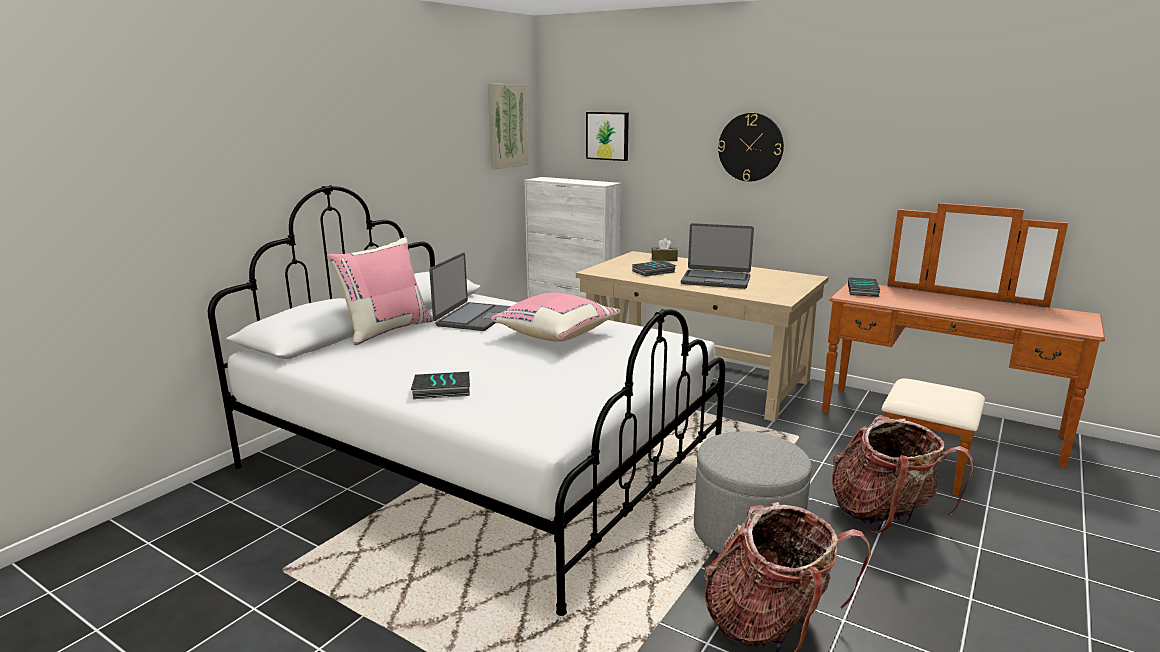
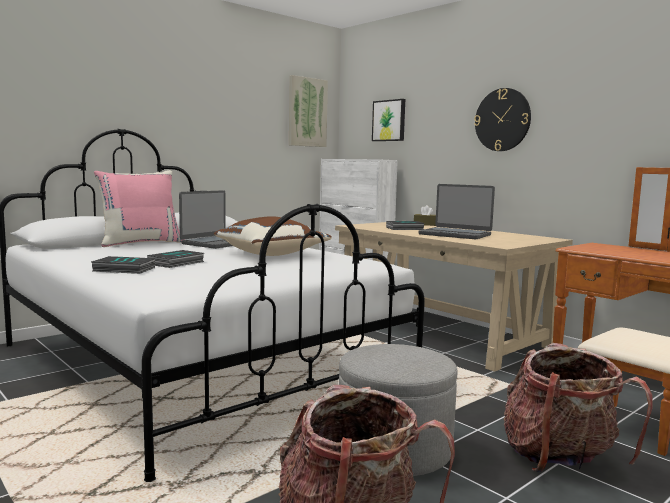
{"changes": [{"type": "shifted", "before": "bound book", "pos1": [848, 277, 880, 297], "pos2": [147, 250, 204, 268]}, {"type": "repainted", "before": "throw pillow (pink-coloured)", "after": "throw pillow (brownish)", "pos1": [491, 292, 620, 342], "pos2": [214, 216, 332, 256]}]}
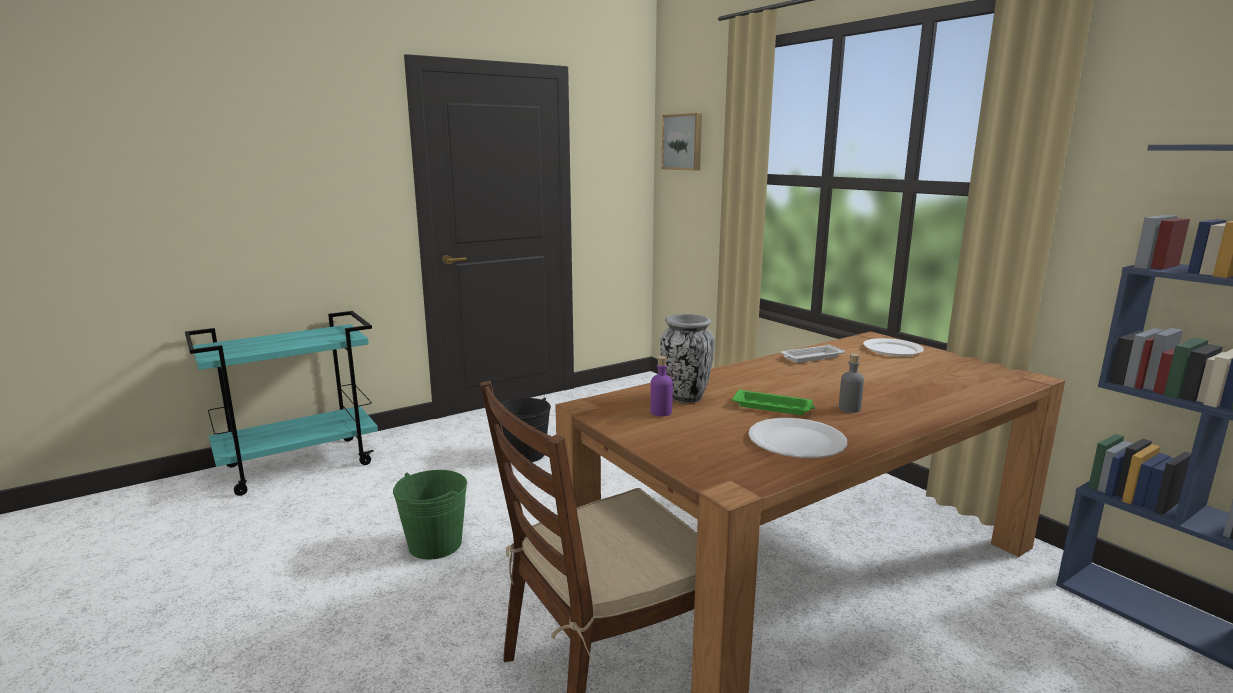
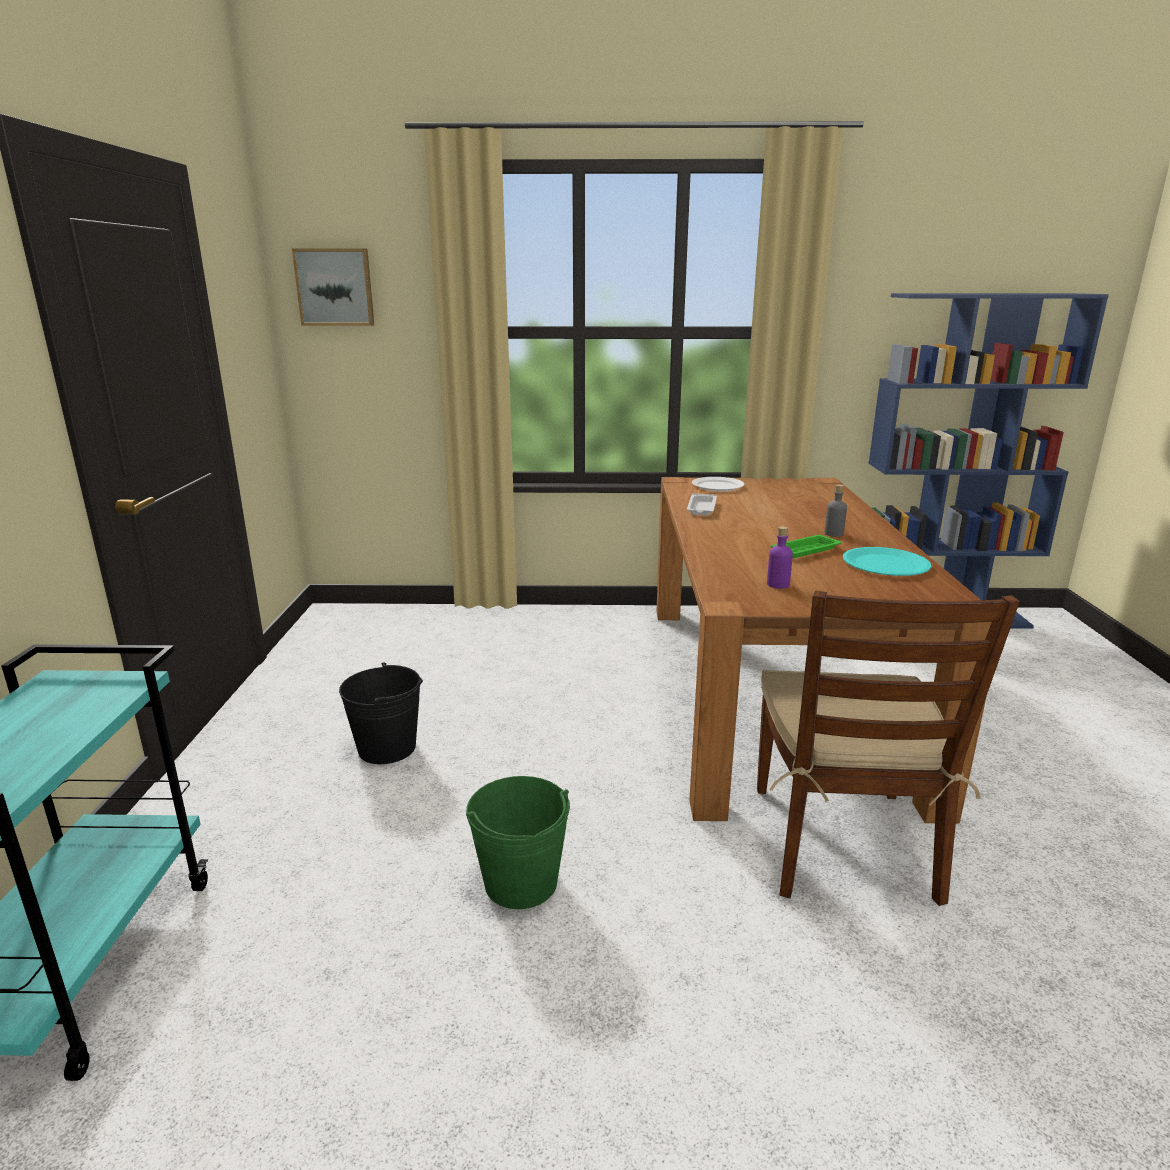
{"changes": [{"type": "gone", "before": "decorative vase", "pos1": [660, 314, 715, 403]}, {"type": "repainted", "before": "dinner plate (white)", "after": "dinner plate (blue-green)", "pos1": [748, 418, 847, 458], "pos2": [843, 547, 932, 576]}]}
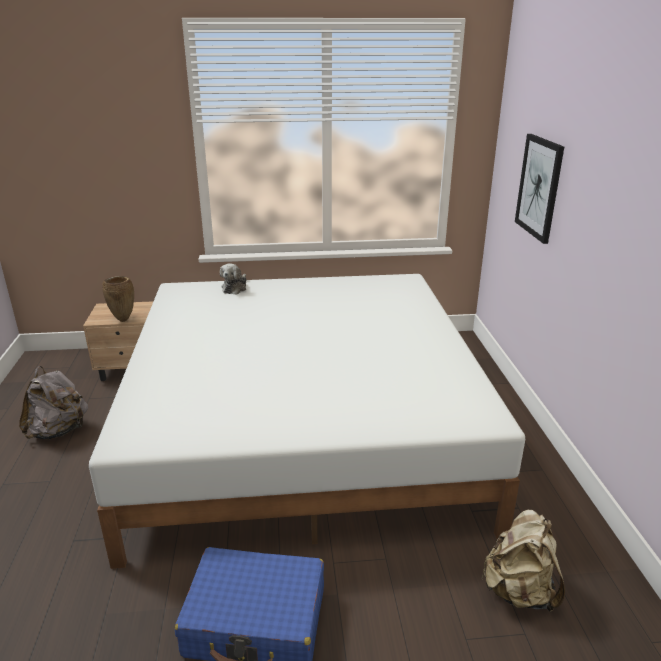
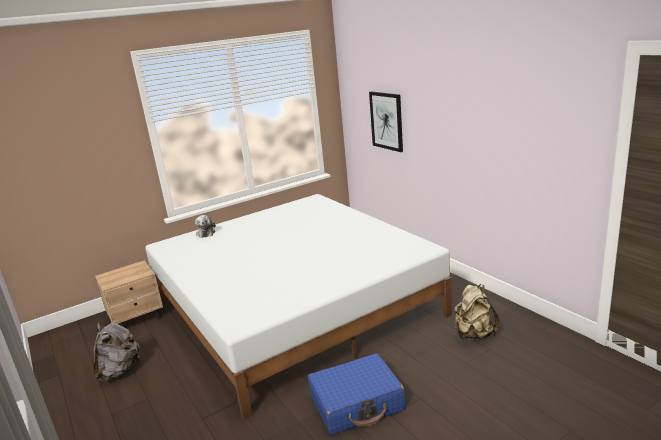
{"changes": [{"type": "gone", "before": "decorative vase (brownish)", "pos1": [102, 276, 134, 322]}]}
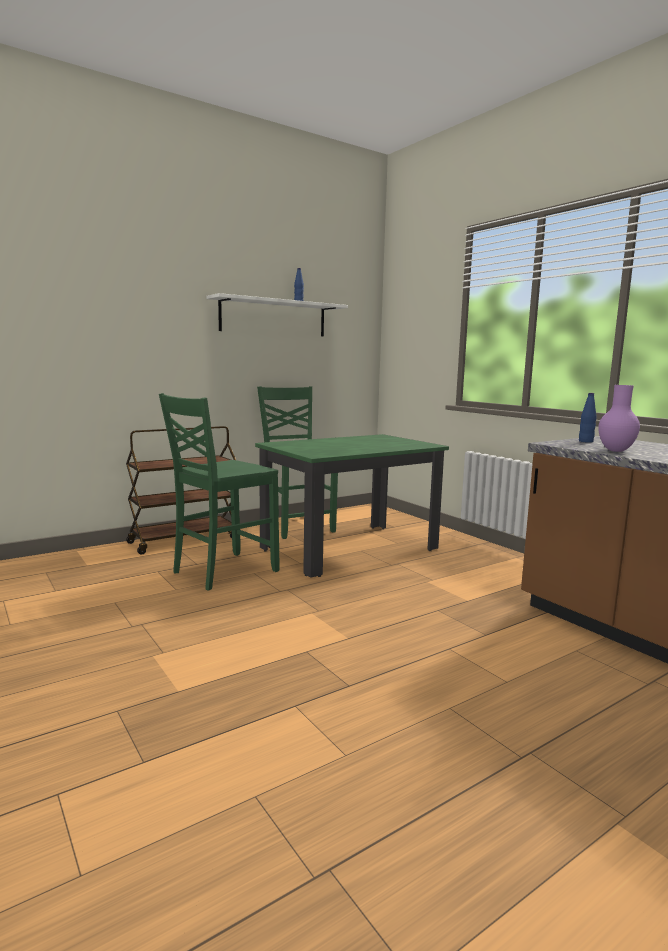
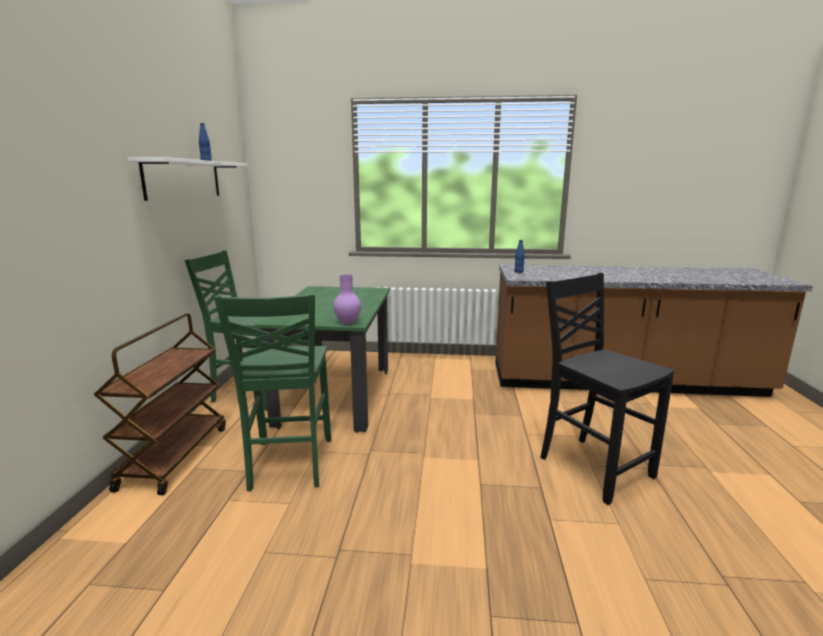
{"changes": [{"type": "shifted", "before": "decorative vase (purplish)", "pos1": [598, 385, 640, 452], "pos2": [333, 275, 361, 324]}, {"type": "new", "after": "upright chair (black)", "pos2": [540, 273, 674, 505]}]}
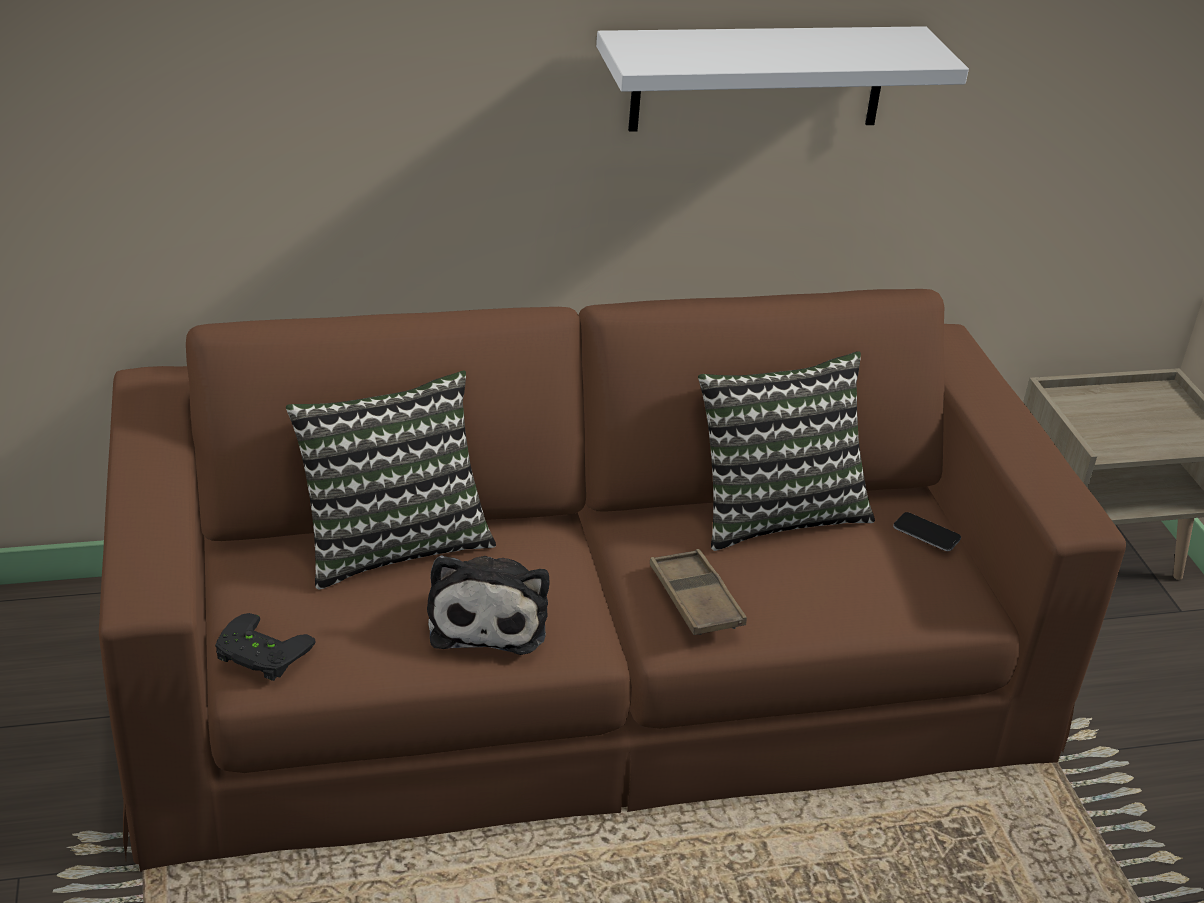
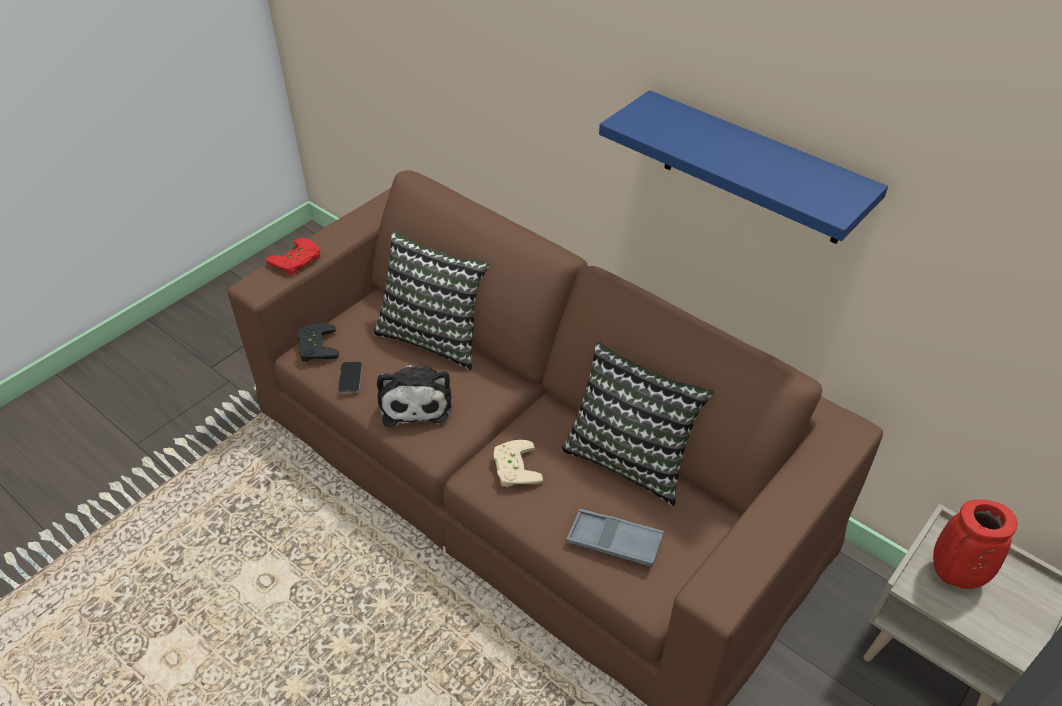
{"changes": [{"type": "repainted", "before": "wall shelf (white)", "after": "wall shelf (bluish)", "pos1": [596, 26, 969, 132], "pos2": [599, 90, 888, 244]}, {"type": "shifted", "before": "phone", "pos1": [893, 512, 961, 551], "pos2": [338, 362, 362, 393]}, {"type": "swapped", "before": "carrying tray (brownish)", "after": "gamepad (beige-coloured)", "pos1": [650, 549, 747, 635], "pos2": [494, 440, 543, 487]}, {"type": "rotated", "before": "cuddly toy", "pos1": [427, 555, 549, 655], "pos2": [377, 365, 452, 427], "turn": -60}, {"type": "new", "after": "gamepad (reddish)", "pos2": [266, 238, 320, 275]}, {"type": "new", "after": "decorative vase (reddish)", "pos2": [933, 500, 1017, 589]}, {"type": "new", "after": "carrying tray (grey)", "pos2": [566, 509, 664, 567]}]}
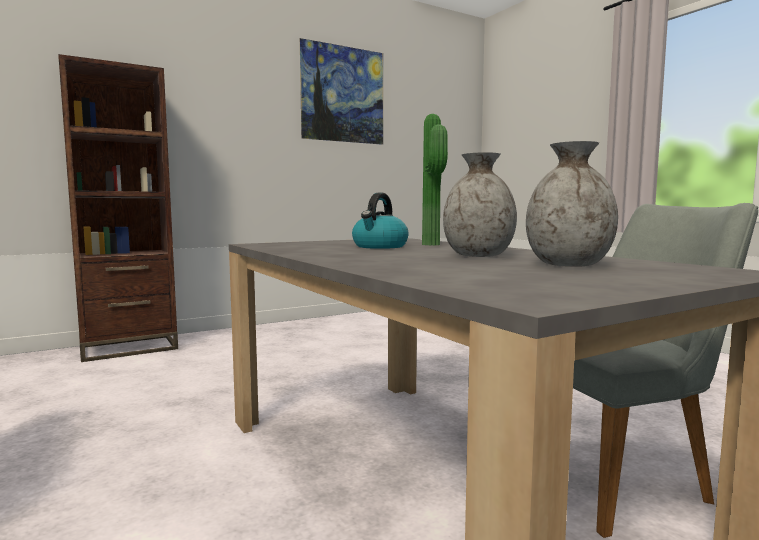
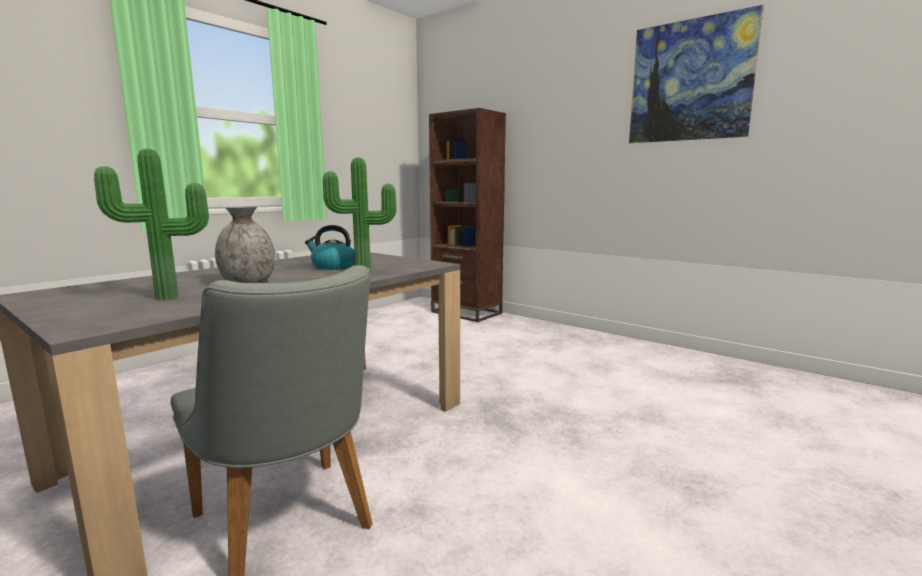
{"changes": [{"type": "swapped", "before": "decorative vase (grey)", "after": "potted plant", "pos1": [526, 141, 618, 267], "pos2": [94, 148, 209, 300]}]}
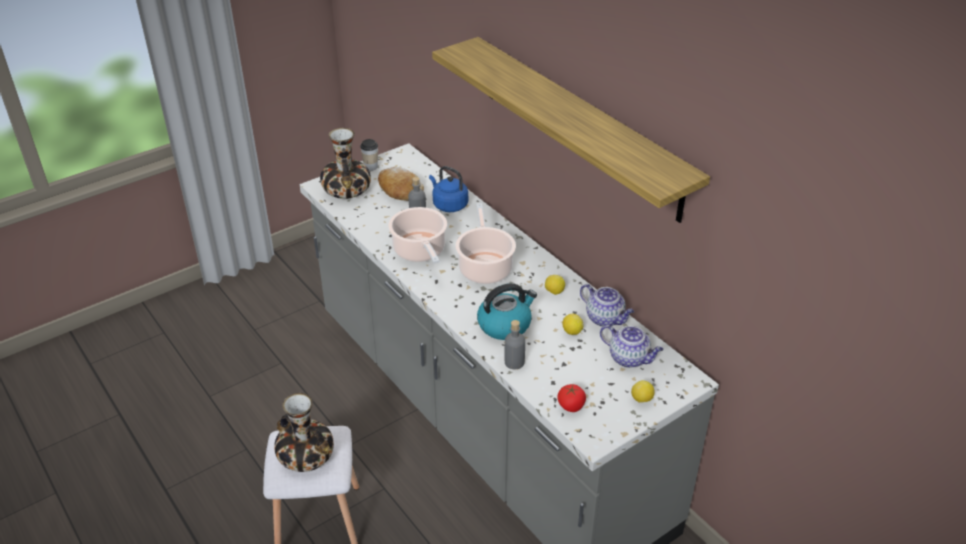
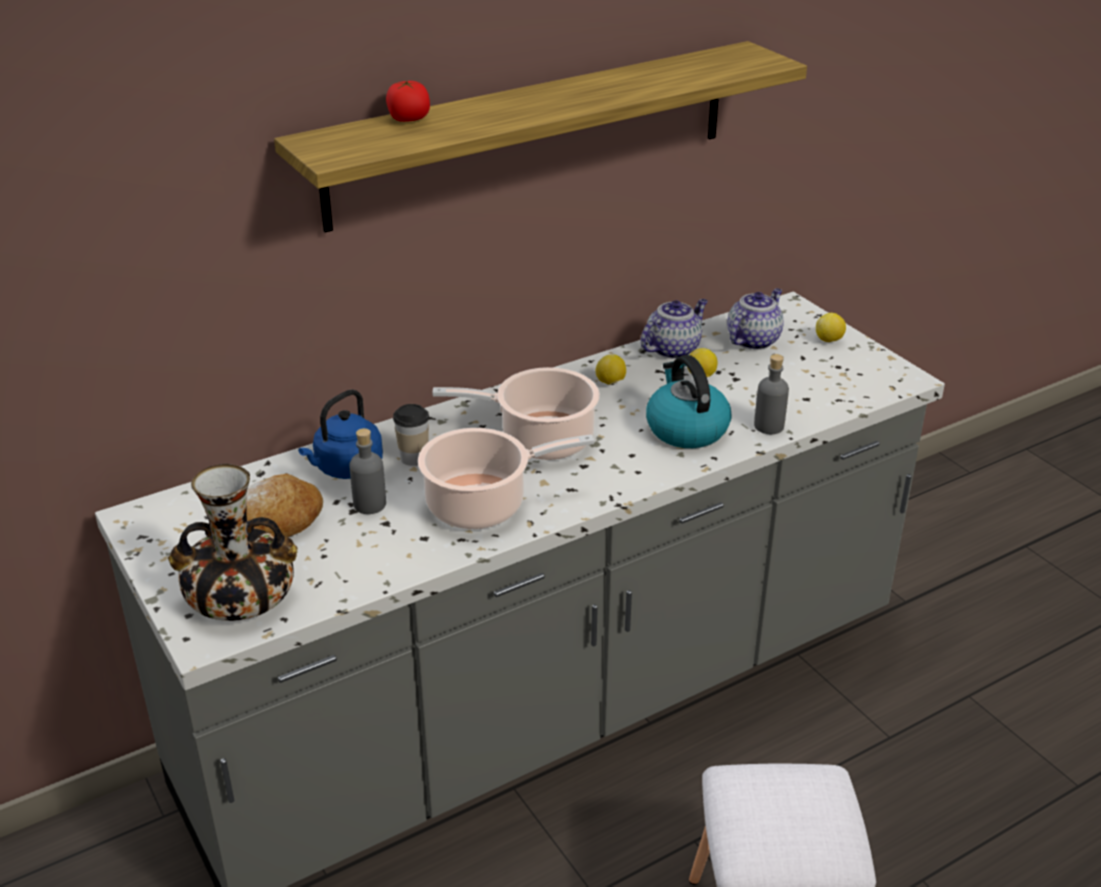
{"changes": [{"type": "shifted", "before": "small cup", "pos1": [360, 139, 378, 171], "pos2": [393, 404, 429, 466]}, {"type": "shifted", "before": "tomato", "pos1": [557, 384, 586, 412], "pos2": [386, 81, 430, 122]}, {"type": "gone", "before": "decorative vase", "pos1": [274, 393, 334, 472]}]}
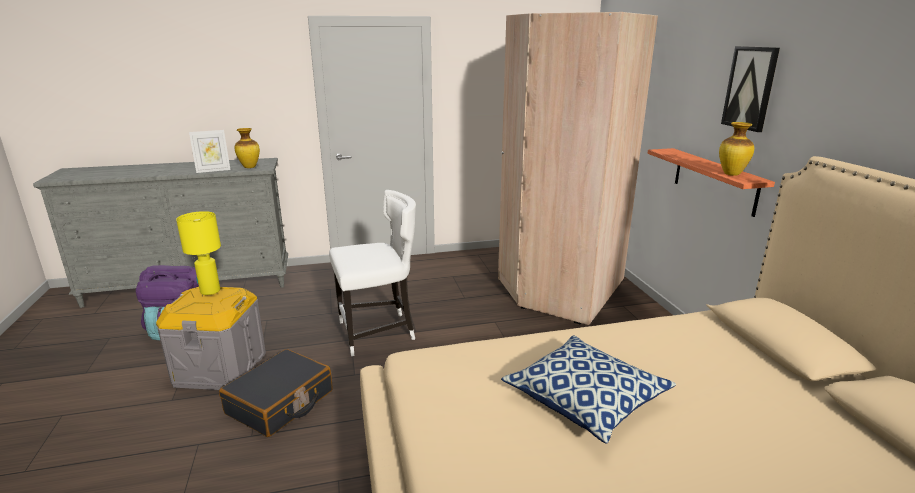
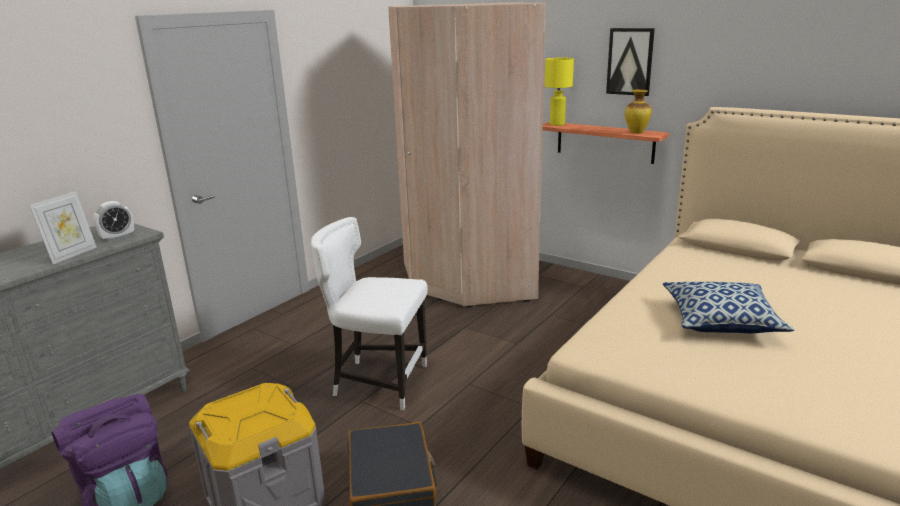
{"changes": [{"type": "swapped", "before": "decorative vase", "after": "alarm clock", "pos1": [234, 128, 260, 168], "pos2": [93, 201, 134, 241]}, {"type": "rotated", "before": "upright chair (white)", "pos1": [329, 190, 416, 356], "pos2": [311, 217, 428, 410], "turn": -105}, {"type": "shifted", "before": "tabletop lamp (yellow-coloured)", "pos1": [176, 211, 221, 295], "pos2": [545, 58, 574, 126]}]}
